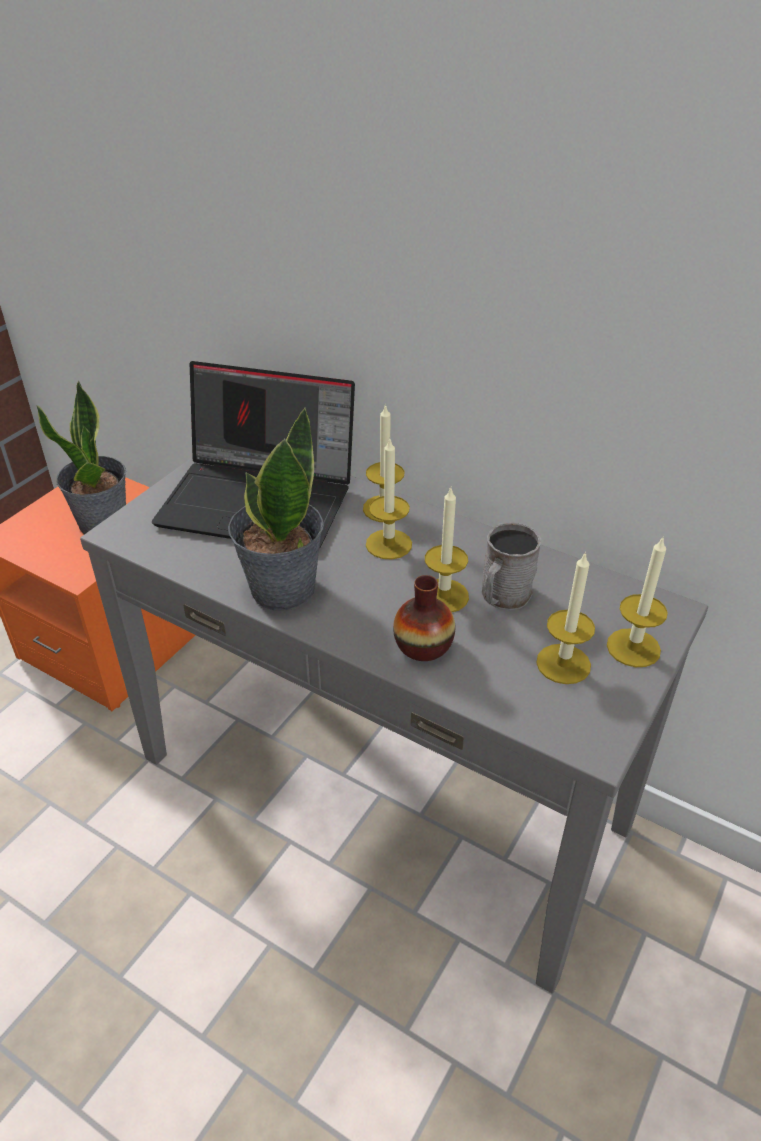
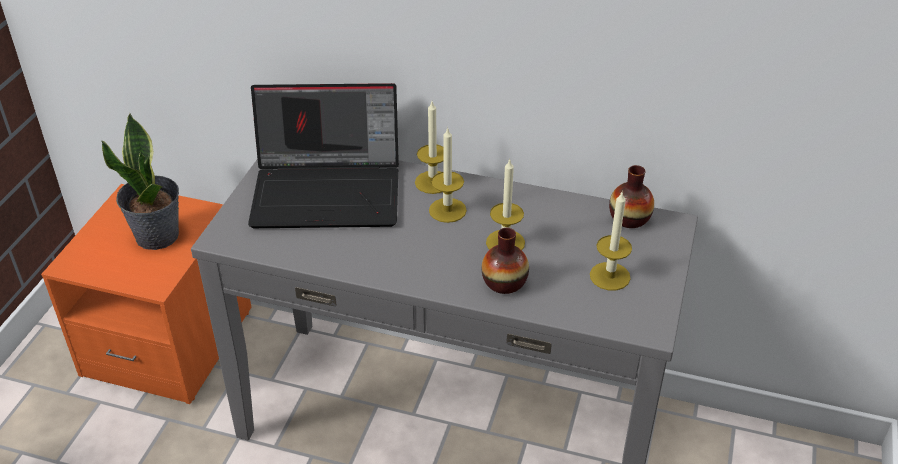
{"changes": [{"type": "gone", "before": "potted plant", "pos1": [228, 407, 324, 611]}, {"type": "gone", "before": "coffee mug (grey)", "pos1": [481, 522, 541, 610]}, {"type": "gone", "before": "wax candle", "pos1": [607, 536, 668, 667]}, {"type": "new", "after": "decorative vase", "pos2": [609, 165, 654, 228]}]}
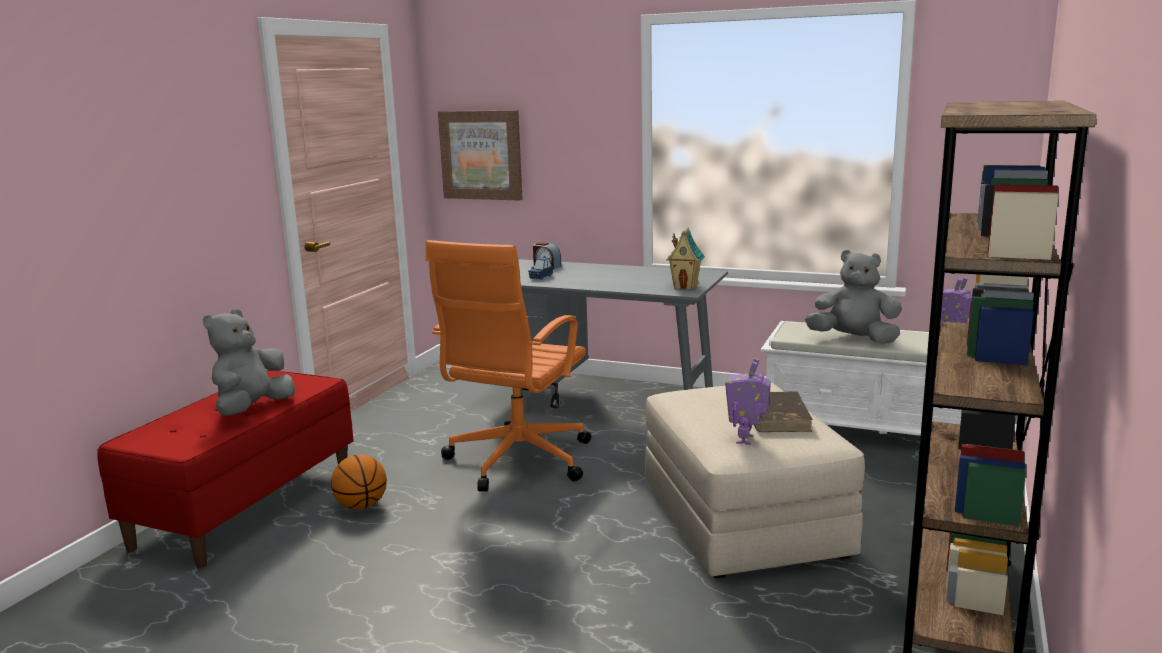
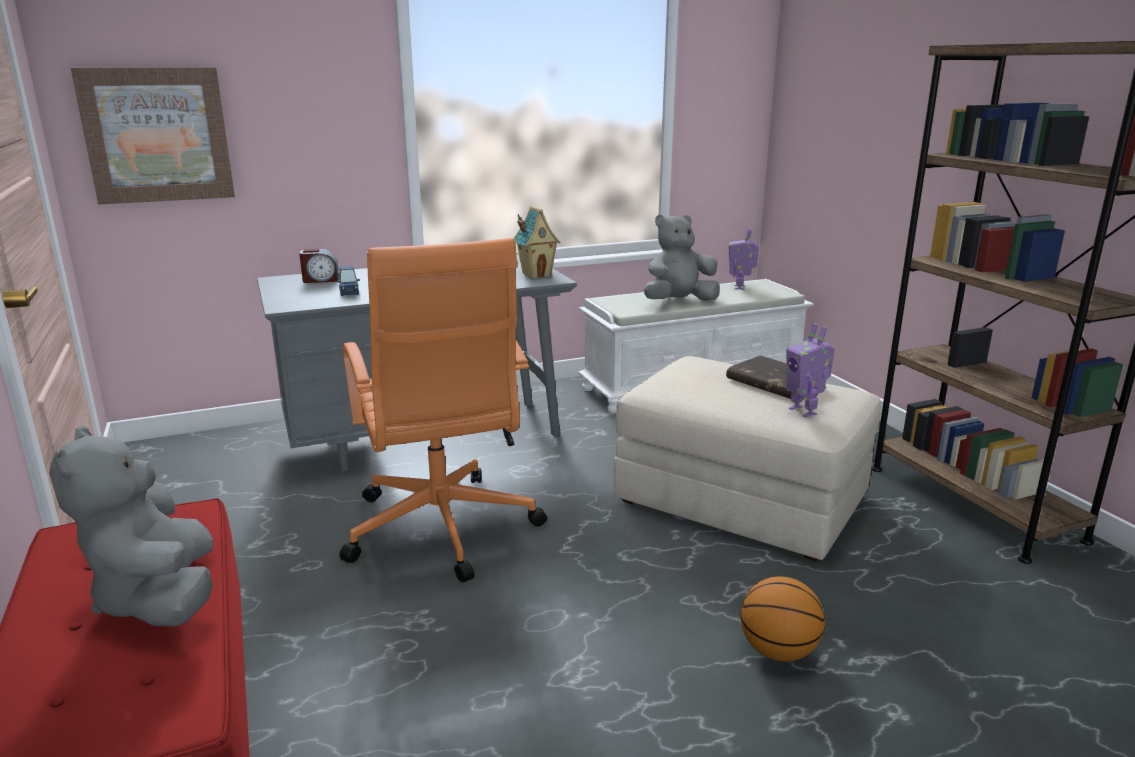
{"changes": [{"type": "shifted", "before": "basketball", "pos1": [331, 454, 387, 509], "pos2": [741, 576, 825, 662]}]}
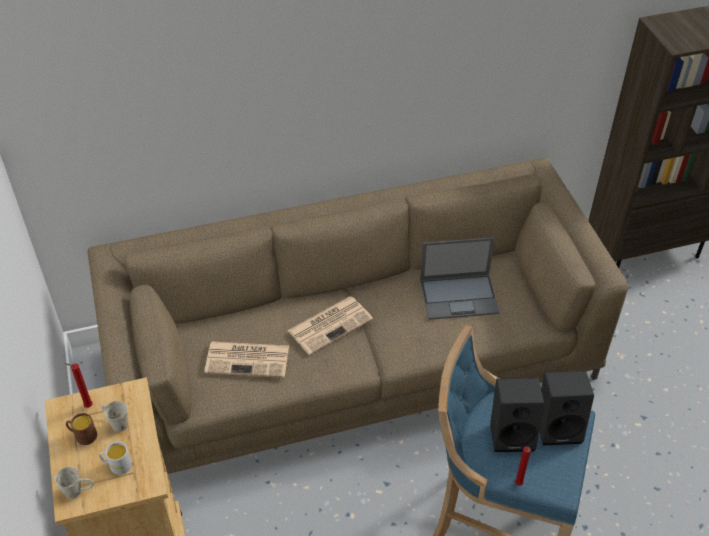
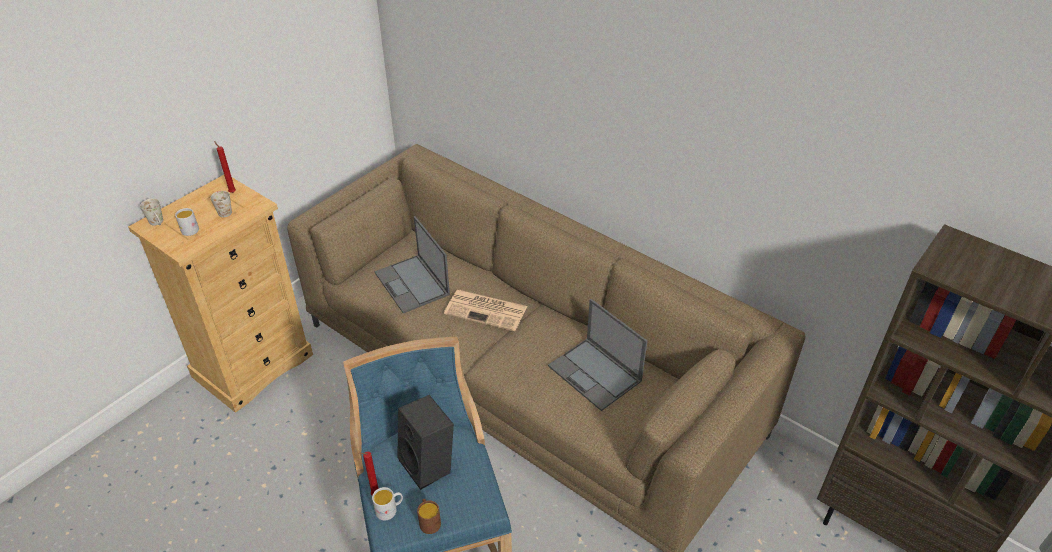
{"changes": [{"type": "swapped", "before": "daily paper", "after": "notebook computer", "pos1": [204, 341, 289, 378], "pos2": [374, 216, 450, 313]}, {"type": "gone", "before": "audio speaker (black)", "pos1": [540, 370, 594, 445]}, {"type": "shifted", "before": "coffee mug (brownish)", "pos1": [66, 413, 97, 445], "pos2": [417, 499, 441, 534]}, {"type": "new", "after": "coffee mug (white)", "pos2": [372, 487, 403, 521]}]}
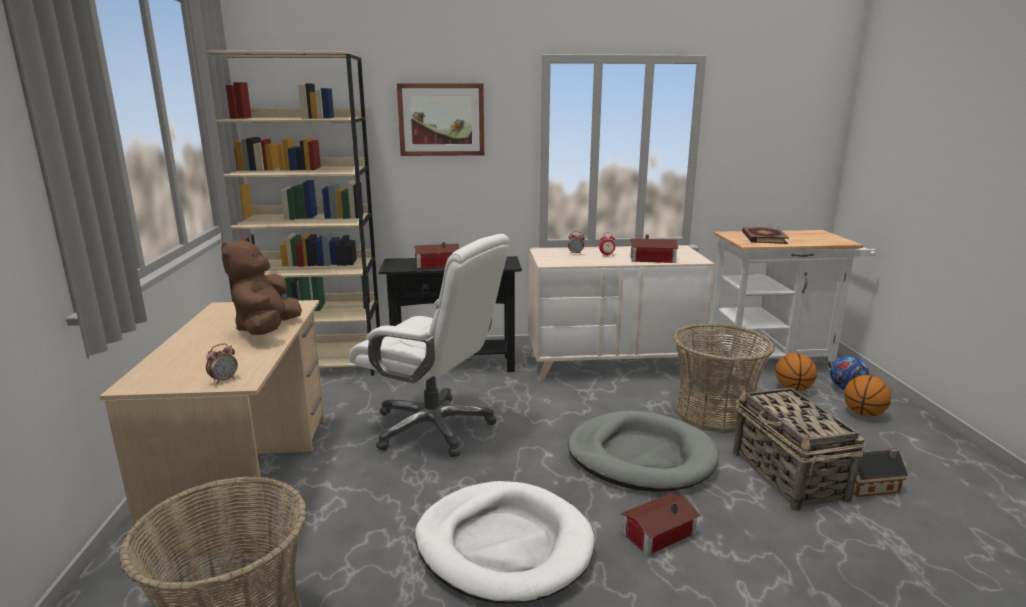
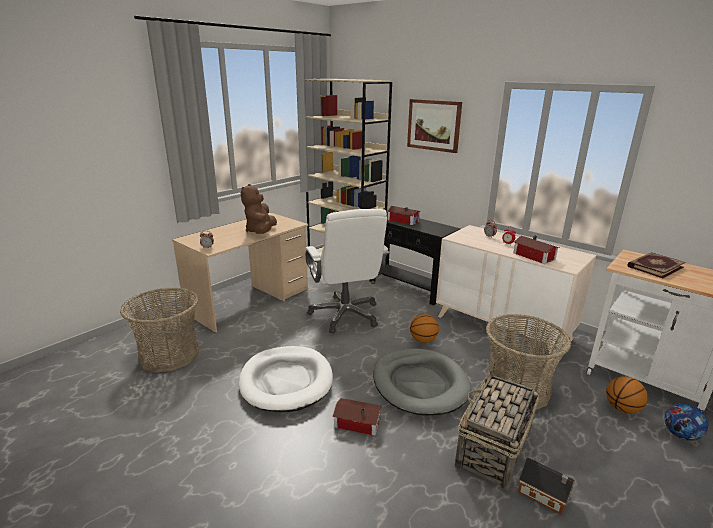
{"changes": [{"type": "rotated", "before": "cuddly toy (brownish)", "pos1": [221, 238, 302, 335], "pos2": [241, 184, 277, 234], "turn": -45}, {"type": "shifted", "before": "basketball", "pos1": [844, 375, 891, 417], "pos2": [410, 314, 439, 343]}]}
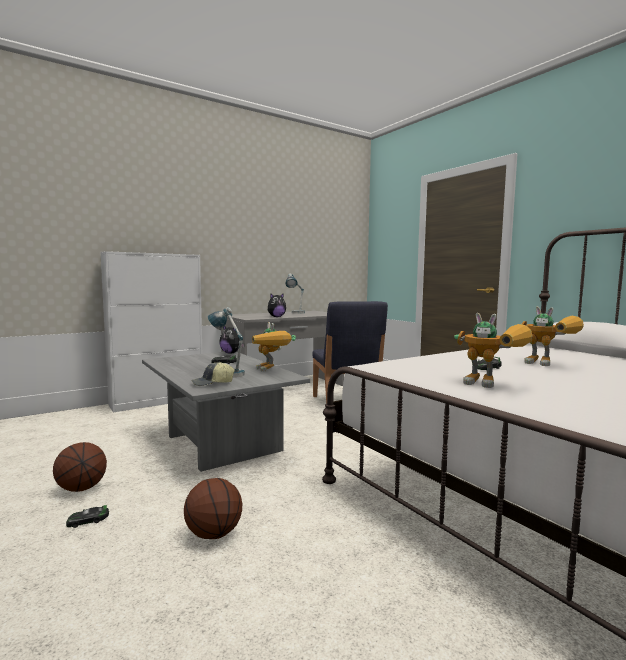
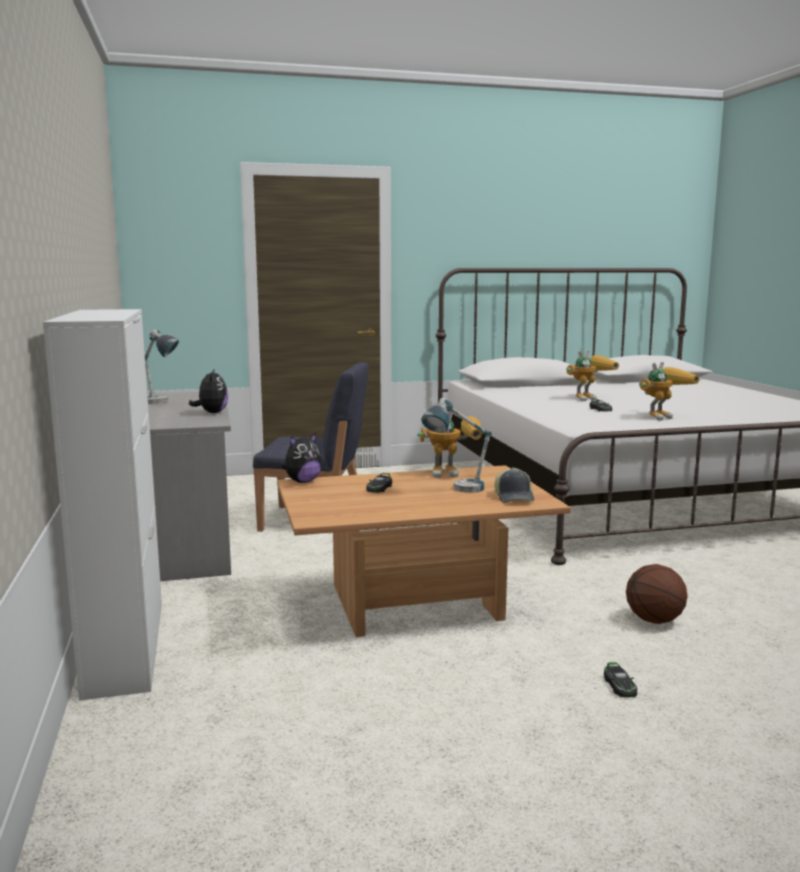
{"changes": [{"type": "repainted", "before": "coffee table (grey)", "after": "coffee table (brownish)", "pos1": [142, 352, 310, 472], "pos2": [277, 465, 571, 637]}, {"type": "gone", "before": "basketball", "pos1": [53, 442, 107, 492]}]}
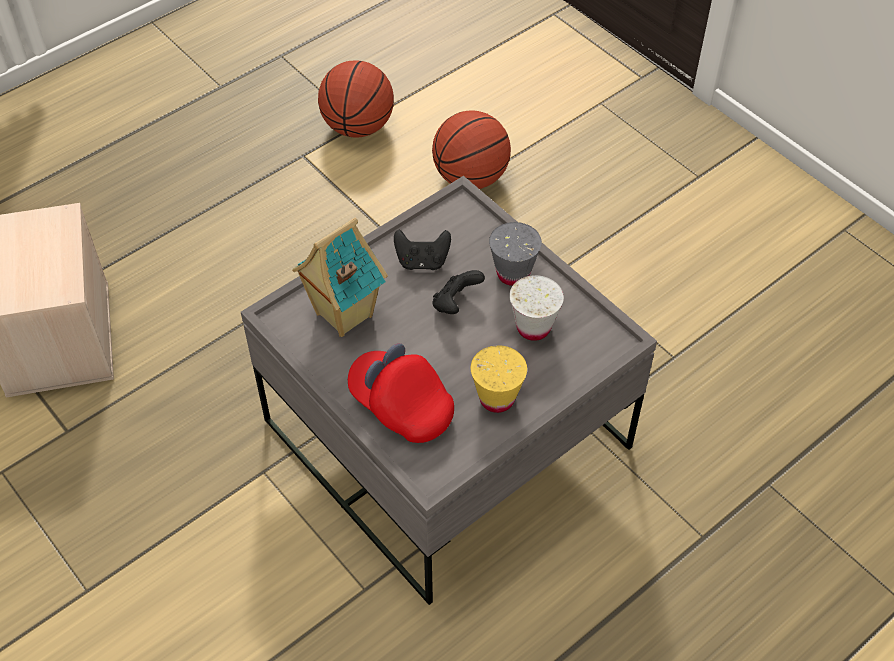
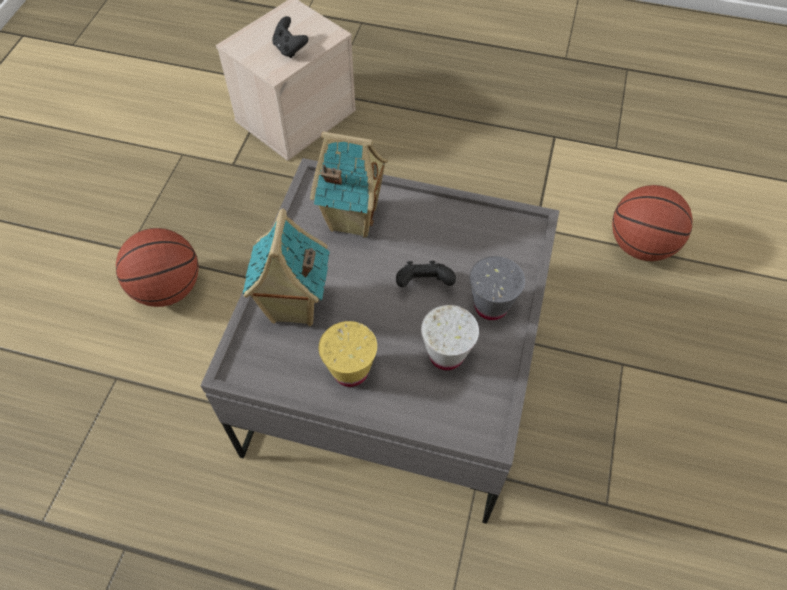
{"changes": [{"type": "shifted", "before": "basketball", "pos1": [318, 60, 394, 138], "pos2": [116, 228, 199, 307]}, {"type": "shifted", "before": "gamepad (black)", "pos1": [394, 230, 451, 270], "pos2": [272, 16, 308, 58]}, {"type": "swapped", "before": "baseball cap (reddish)", "after": "toy house", "pos1": [348, 343, 454, 443], "pos2": [242, 208, 330, 326]}]}
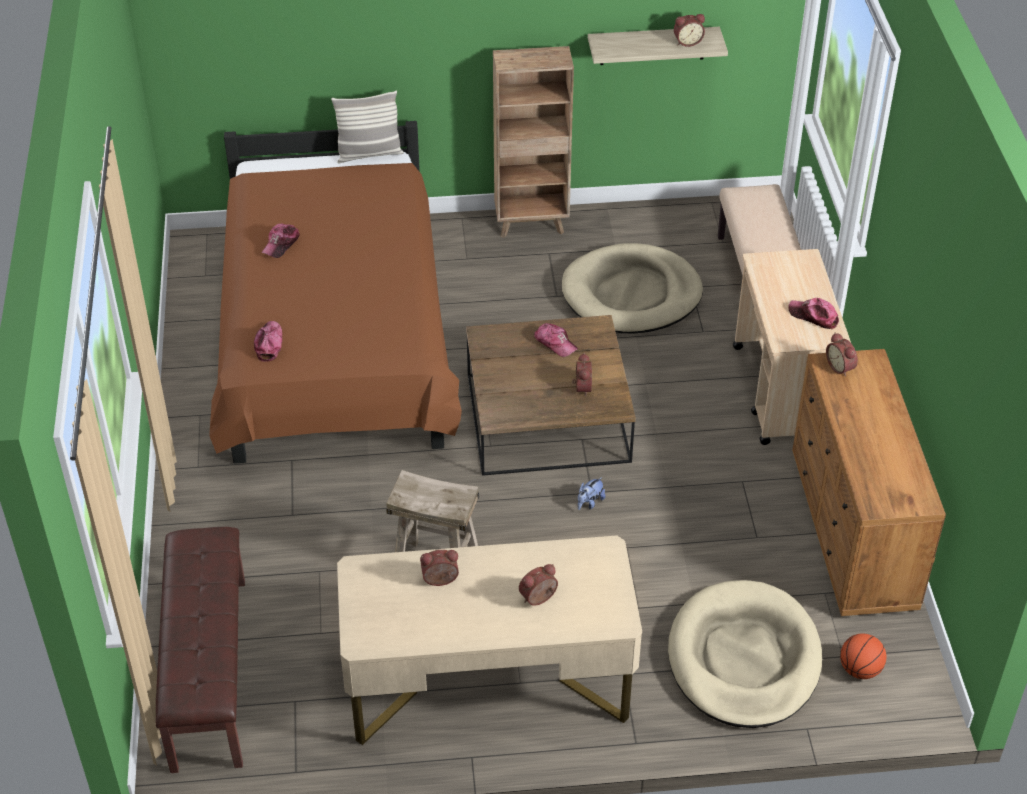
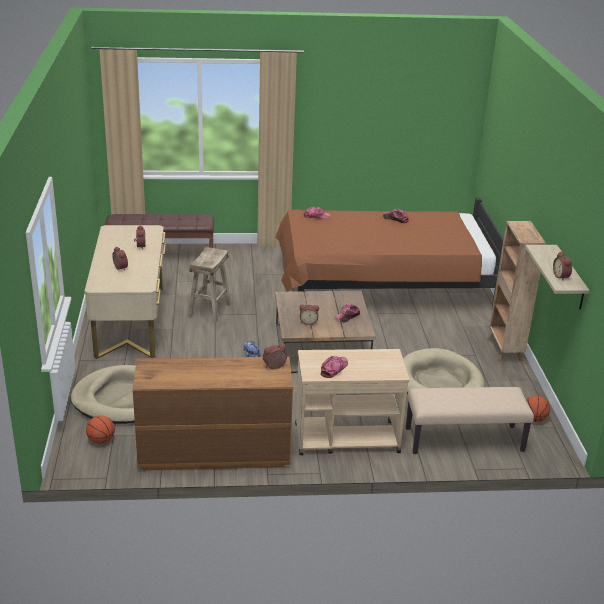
{"changes": [{"type": "gone", "before": "throw pillow", "pos1": [331, 91, 404, 163]}, {"type": "new", "after": "basketball", "pos2": [526, 395, 550, 422]}]}
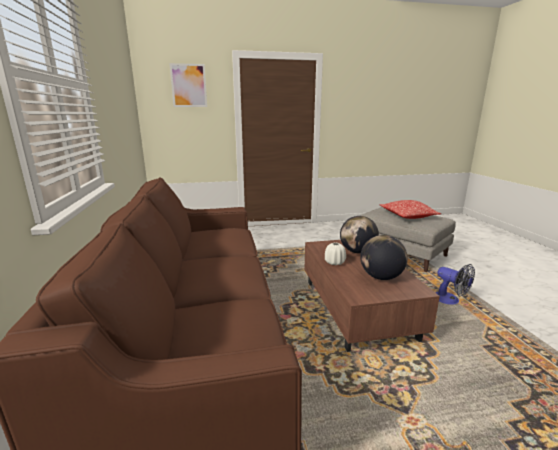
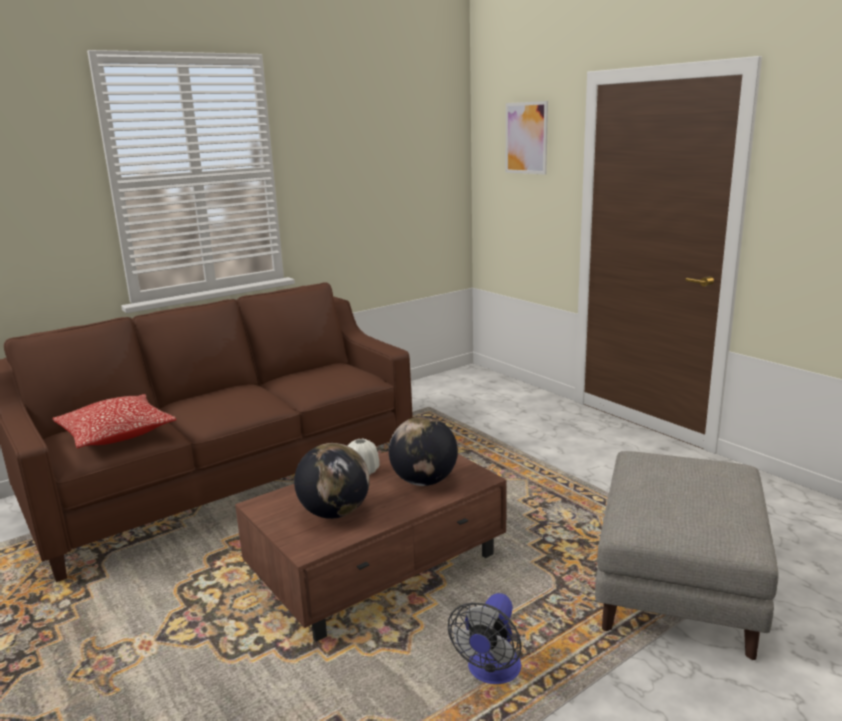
{"changes": [{"type": "shifted", "before": "throw pillow", "pos1": [380, 200, 441, 219], "pos2": [52, 394, 176, 448]}]}
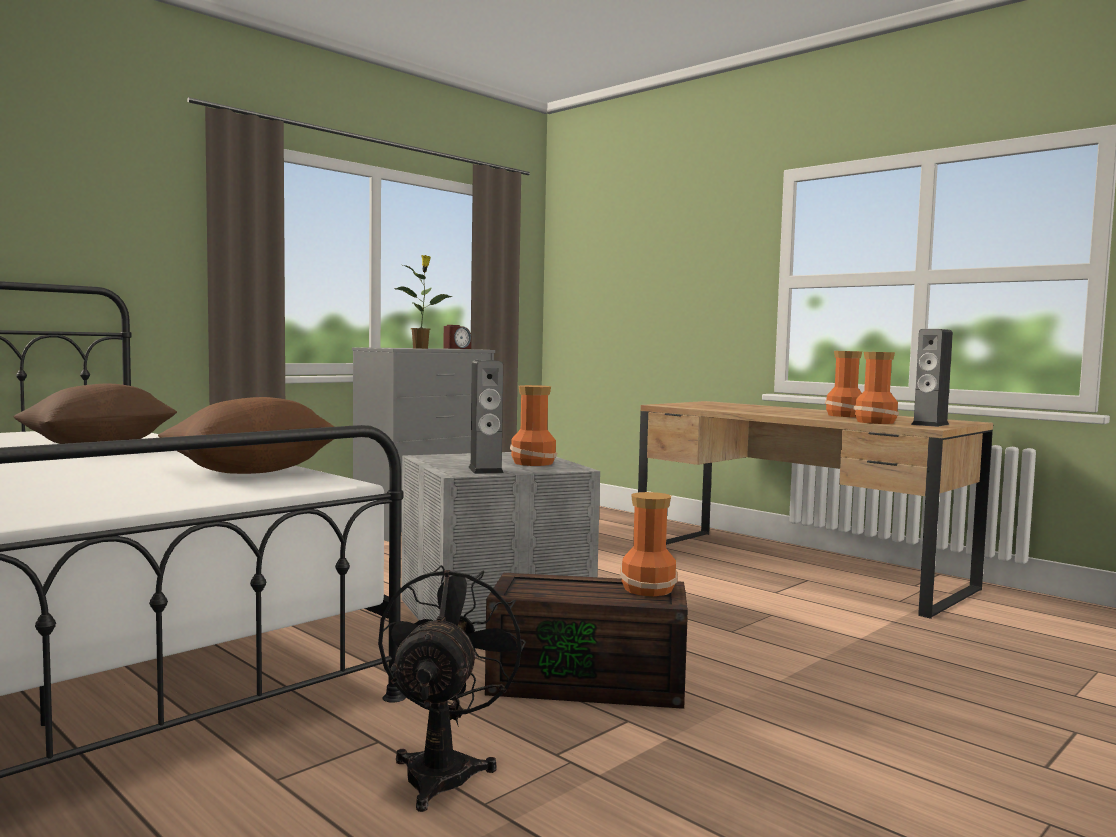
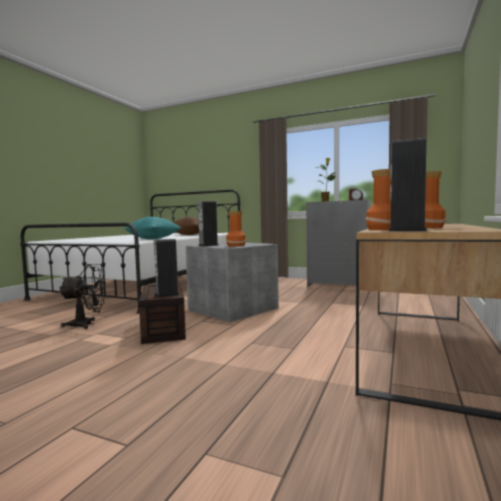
{"changes": [{"type": "repainted", "before": "throw pillow (brownish)", "after": "throw pillow (blue-green)", "pos1": [158, 397, 335, 474], "pos2": [124, 217, 181, 239]}, {"type": "swapped", "before": "decorative vase", "after": "audio speaker", "pos1": [620, 492, 678, 596], "pos2": [154, 239, 180, 298]}]}
